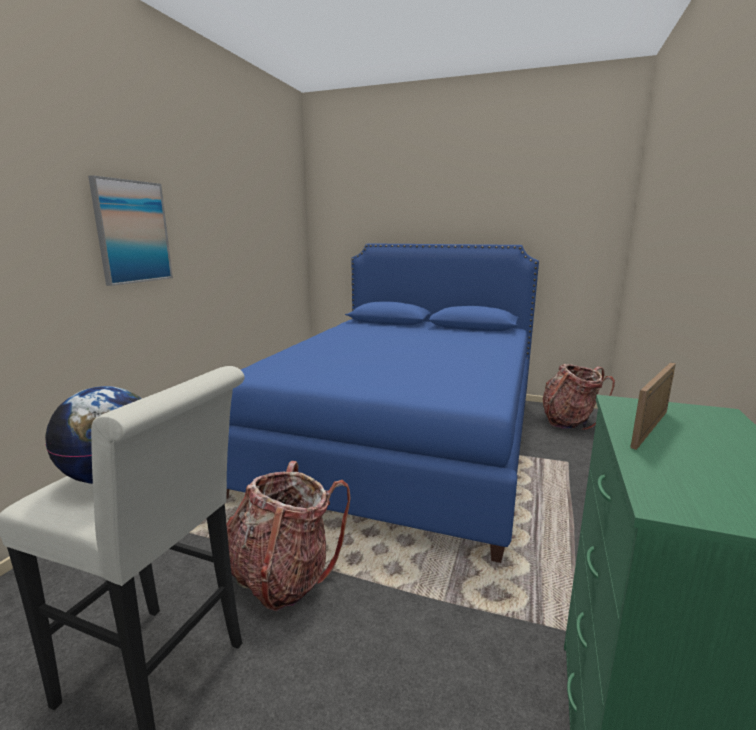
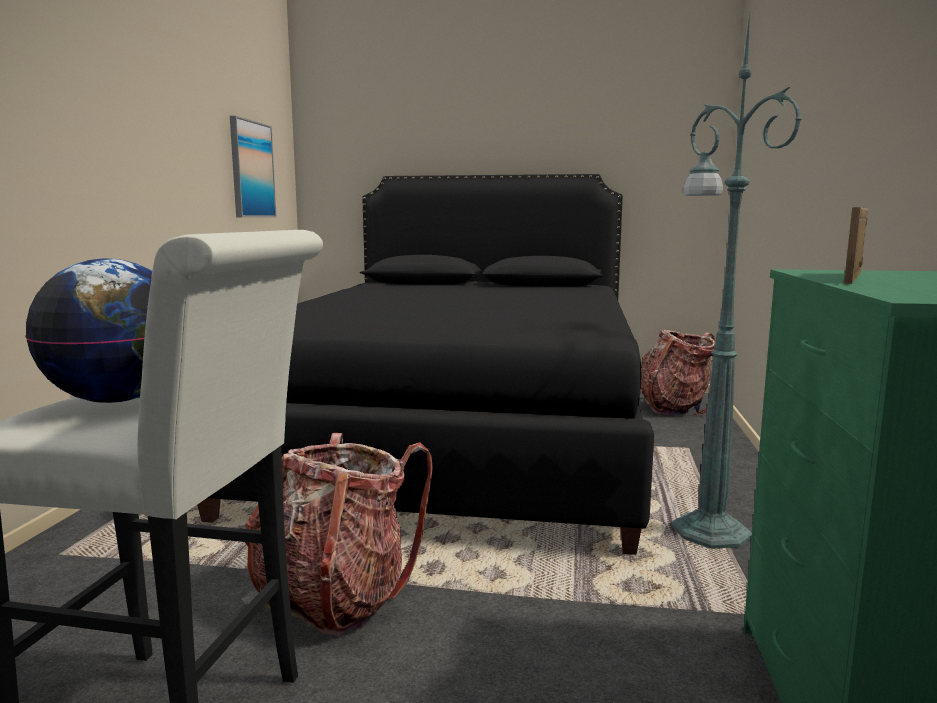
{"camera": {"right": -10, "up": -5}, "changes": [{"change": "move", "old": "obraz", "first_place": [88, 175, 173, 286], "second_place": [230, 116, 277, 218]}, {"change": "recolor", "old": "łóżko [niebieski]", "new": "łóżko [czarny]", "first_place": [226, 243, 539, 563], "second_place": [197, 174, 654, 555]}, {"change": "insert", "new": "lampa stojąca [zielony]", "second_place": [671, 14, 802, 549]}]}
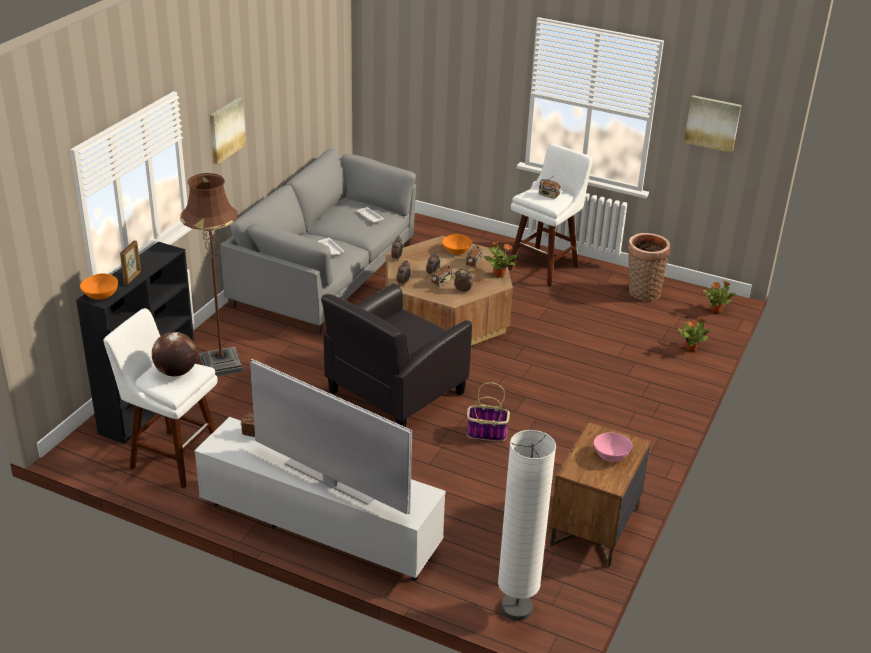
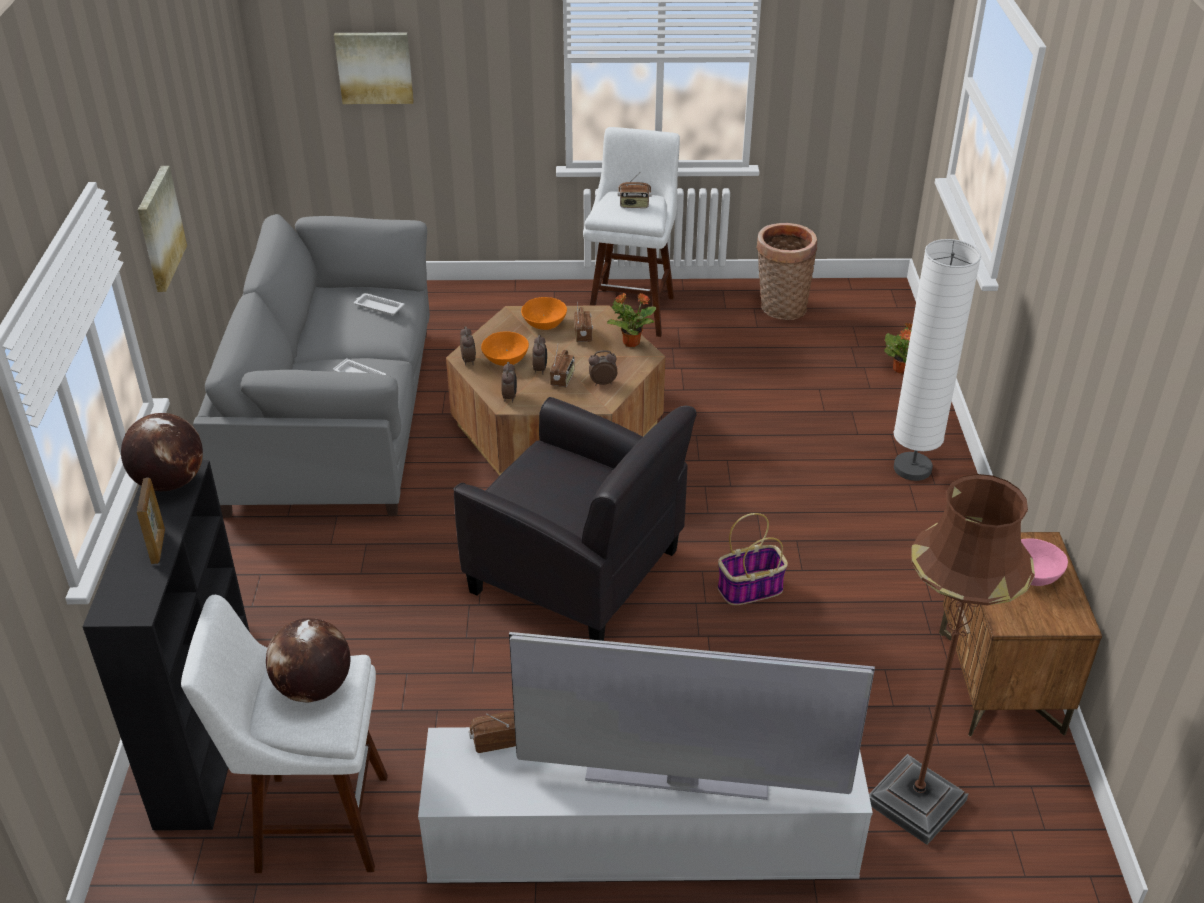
{"camera": {"right": -25, "up": 5}, "changes": [{"change": "move", "old": "miska [pomarańczowy]", "first_place": [80, 273, 118, 300], "second_place": [481, 331, 529, 366]}, {"change": "move", "old": "lampa stojąca [brązowy]", "first_place": [180, 173, 244, 377], "second_place": [869, 474, 1035, 845]}, {"change": "rotate", "old": "fotel [czarny]", "first_place": [321, 283, 472, 427], "second_place": [453, 397, 697, 641], "degrees": -75}, {"change": "move", "old": "lampa stojąca [biały]", "first_place": [498, 430, 556, 621], "second_place": [894, 239, 981, 481]}, {"change": "move", "old": "obraz", "first_place": [684, 95, 742, 153], "second_place": [334, 32, 414, 104]}, {"change": "delete", "old": "roślina doniczkowa", "first_place": [703, 281, 736, 313]}, {"change": "insert", "new": "globus", "second_place": [121, 413, 203, 491]}]}
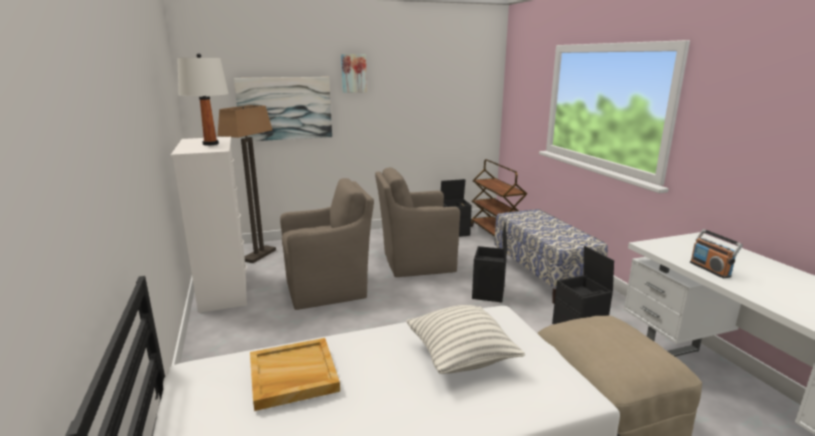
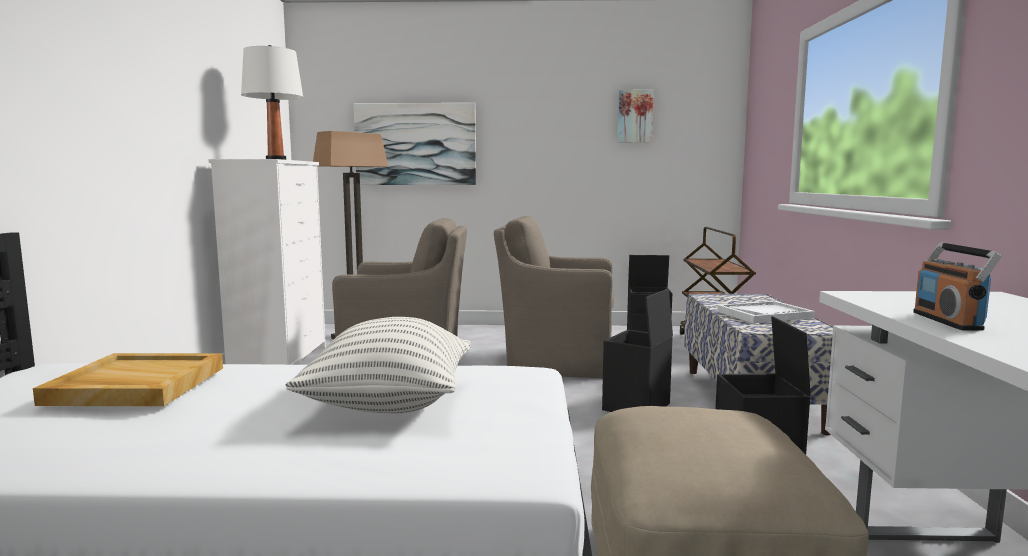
{"camera": {"right": 20, "up": -10}, "changes": [{"change": "move", "old": "obraz", "first_place": [341, 54, 367, 93], "second_place": [618, 90, 654, 142]}, {"change": "insert", "new": "taca [biały]", "second_place": [717, 301, 815, 323]}]}
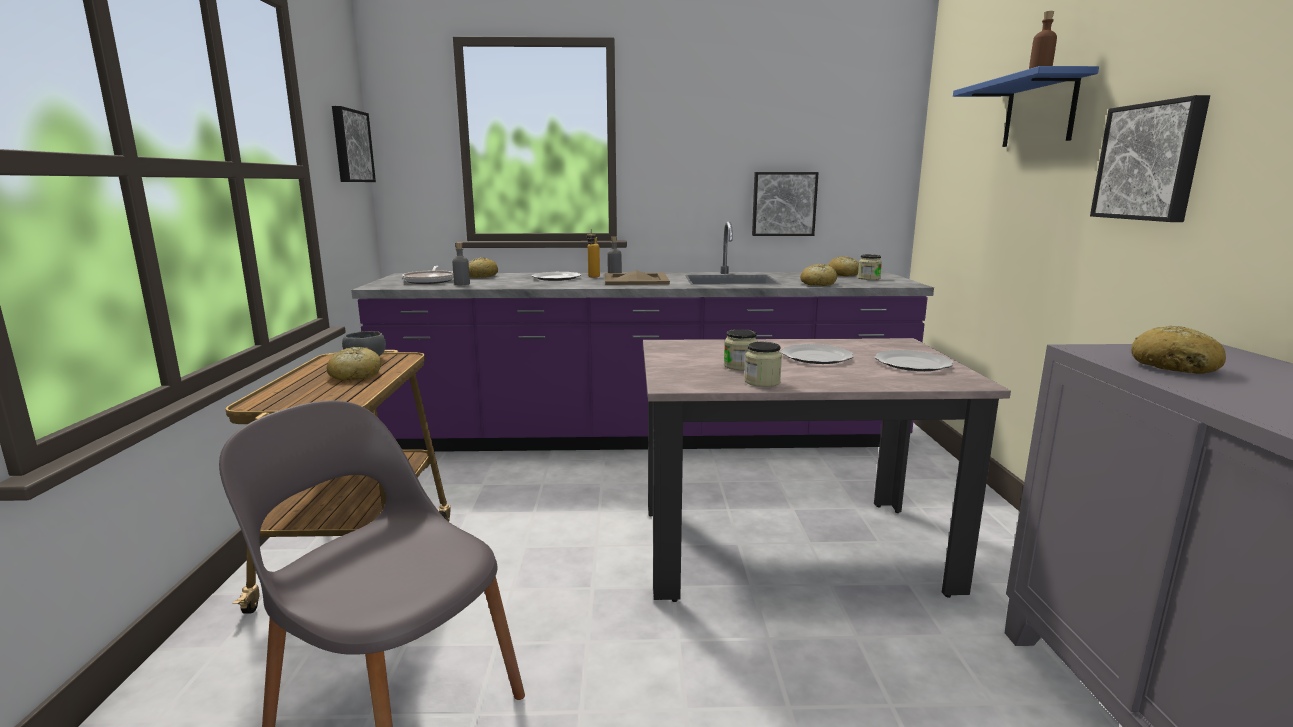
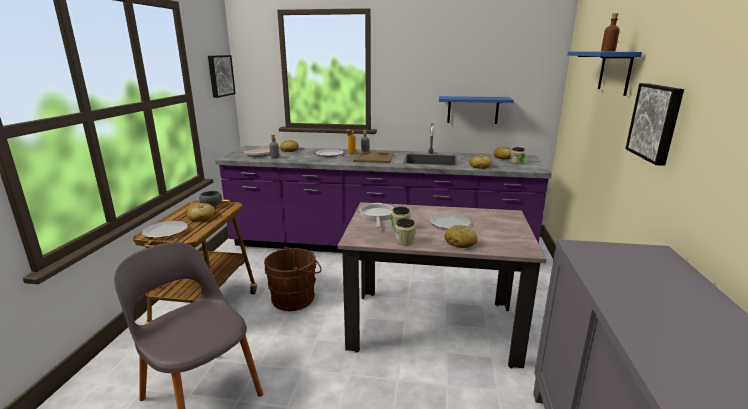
{"camera": {"right": 10, "up": 5}, "changes": [{"change": "replace", "old": "obraz", "new": "półka [niebieski]", "first_place": [752, 172, 819, 236], "second_place": [439, 96, 514, 124]}, {"change": "move", "old": "talerz", "first_place": [874, 350, 954, 371], "second_place": [142, 221, 188, 238]}, {"change": "move", "old": "chleb", "first_place": [1131, 326, 1226, 374], "second_place": [445, 225, 478, 248]}, {"change": "insert", "new": "wiadro [brązowy]", "second_place": [264, 246, 322, 311]}, {"change": "insert", "new": "patelnia", "second_place": [359, 203, 394, 229]}]}
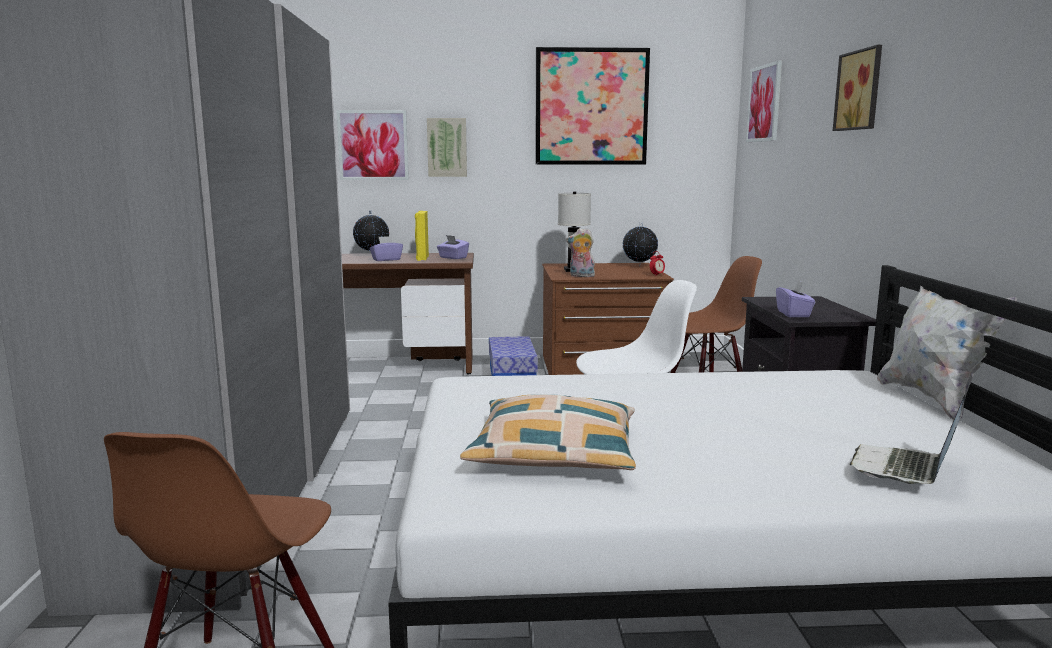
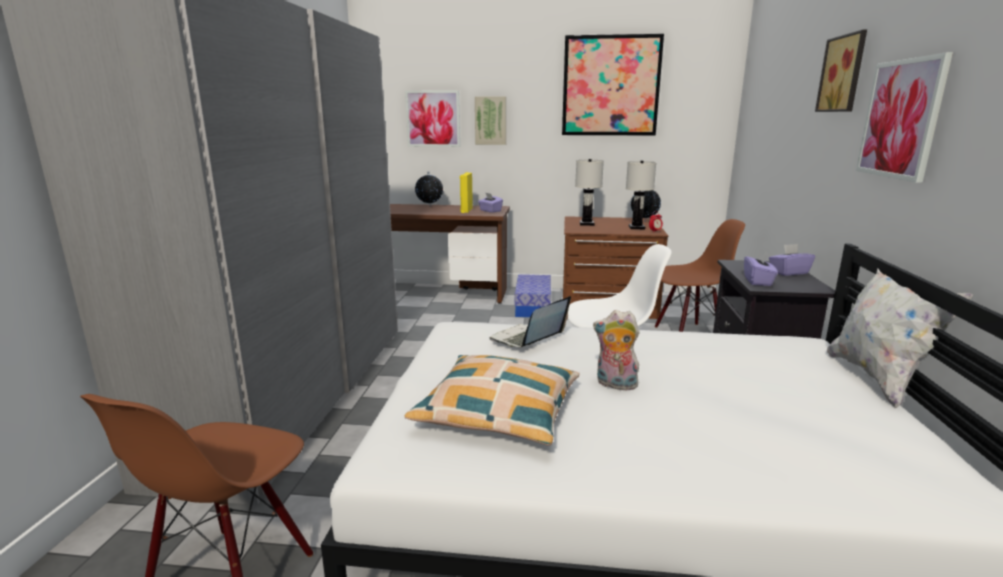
{"camera": {"right": 10, "up": 5}, "changes": [{"change": "move", "old": "pudełko chusteczek [fioletowy]", "first_place": [369, 236, 403, 261], "second_place": [769, 244, 815, 276]}, {"change": "move", "old": "pluszak", "first_place": [566, 228, 595, 277], "second_place": [593, 310, 640, 390]}, {"change": "move", "old": "obraz", "first_place": [746, 60, 782, 142], "second_place": [856, 52, 953, 183]}, {"change": "move", "old": "laptop", "first_place": [850, 395, 966, 484], "second_place": [490, 296, 571, 348]}, {"change": "insert", "new": "lampa stołowa [biały]", "second_place": [626, 160, 656, 229]}]}
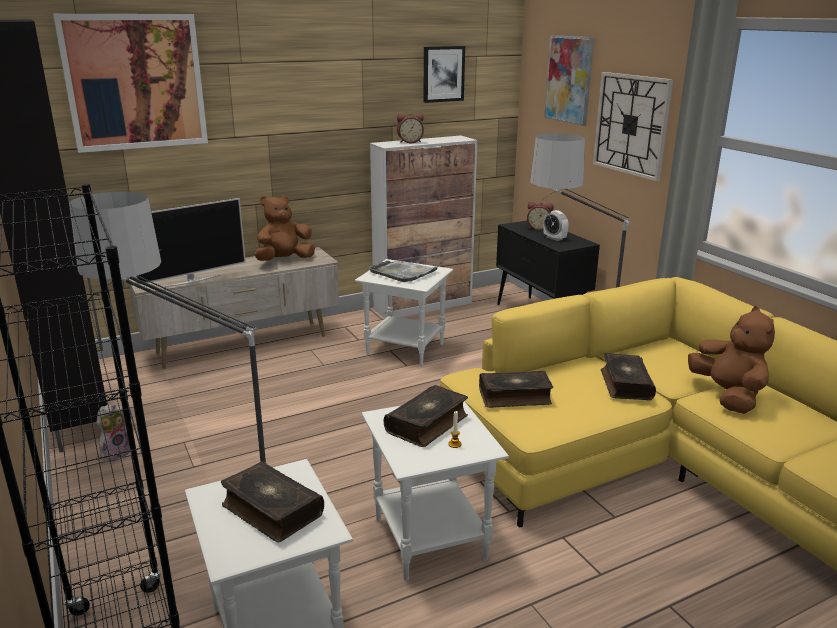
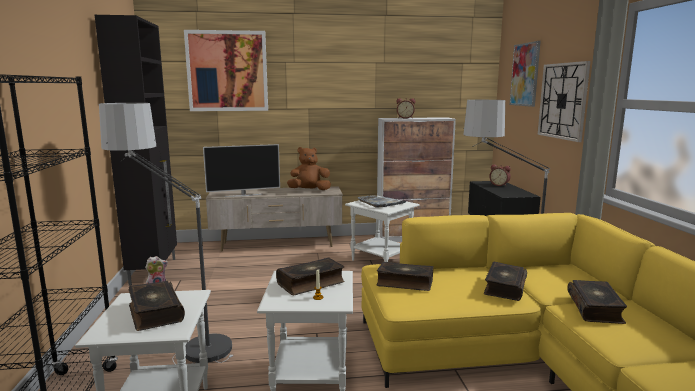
{"camera": {"right": 20, "up": -10}, "changes": [{"change": "delete", "old": "obraz", "first_place": [423, 46, 465, 103]}, {"change": "delete", "old": "budzik", "first_place": [543, 210, 568, 241]}, {"change": "replace", "old": "pluszak [brązowy]", "new": "książka", "first_place": [688, 306, 775, 414], "second_place": [567, 280, 627, 324]}]}
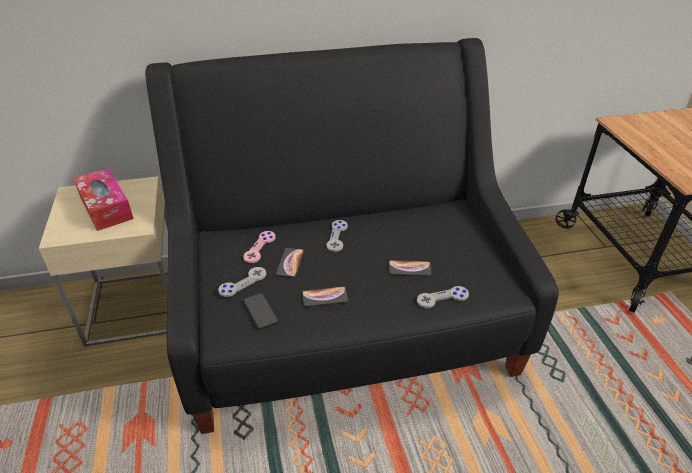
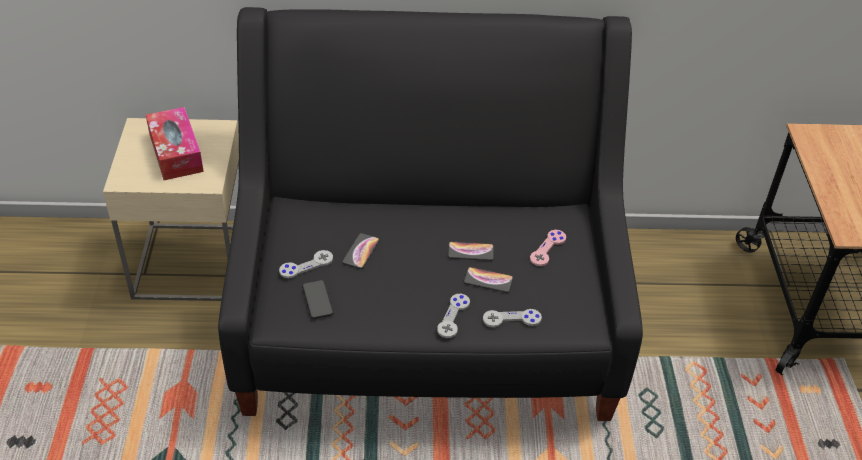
{"camera": {"right": 10, "up": 5}, "changes": [{"change": "move", "old": "pad do gier [różowy]", "first_place": [243, 231, 276, 263], "second_place": [530, 230, 566, 266]}, {"change": "move", "old": "telefon", "first_place": [302, 286, 348, 307], "second_place": [448, 242, 494, 261]}, {"change": "move", "old": "pad do gier [szary]", "first_place": [327, 220, 348, 252], "second_place": [437, 294, 470, 338]}]}
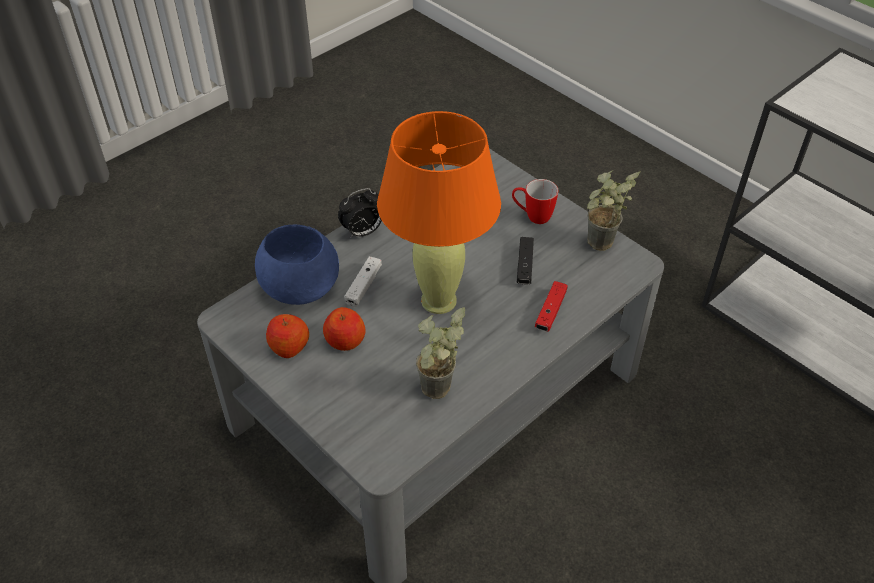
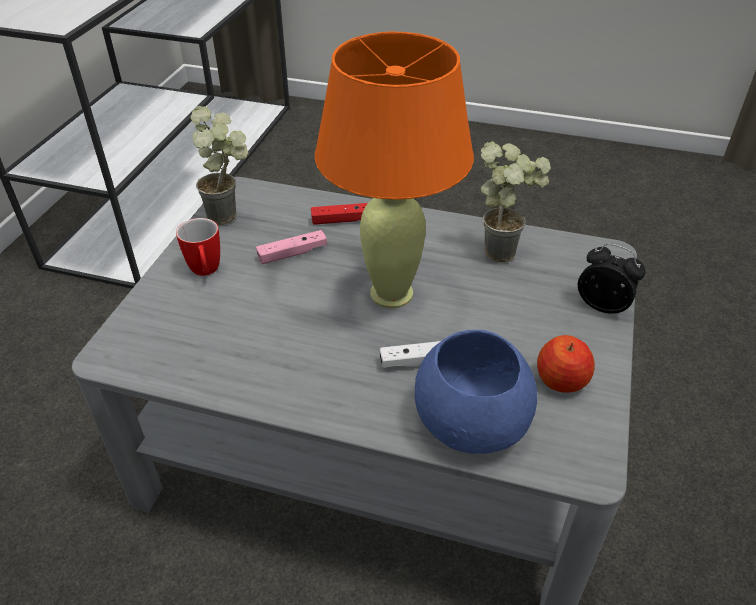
{"camera": {"right": -120, "up": -5}, "changes": [{"change": "delete", "old": "jabłko", "first_place": [323, 307, 366, 351]}, {"change": "move", "old": "budzik", "first_place": [338, 188, 382, 239], "second_place": [578, 243, 645, 314]}, {"change": "recolor", "old": "pad do gier [czarny]", "new": "pad do gier [różowy]", "first_place": [517, 237, 534, 284], "second_place": [256, 230, 327, 264]}]}
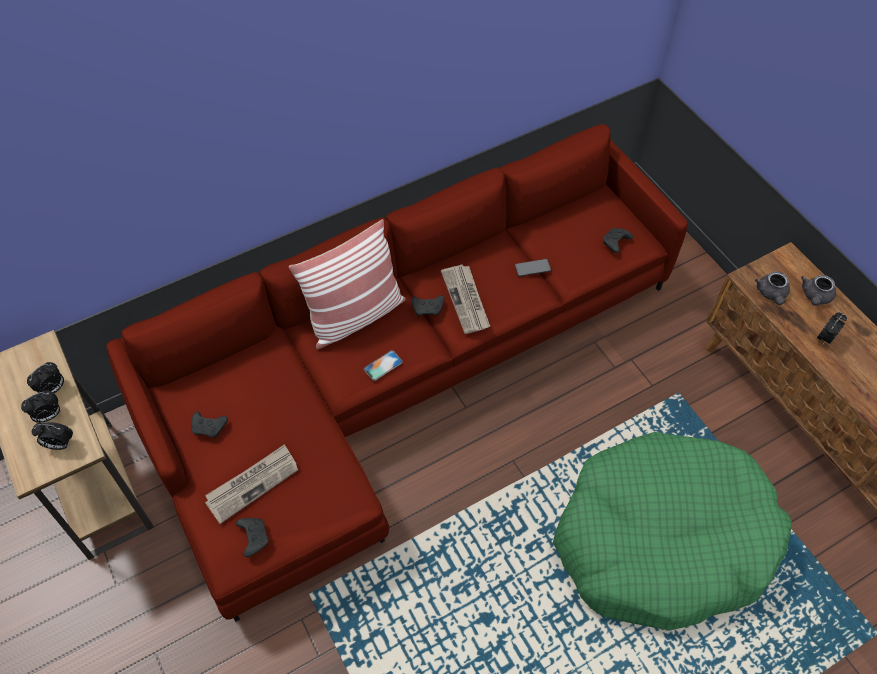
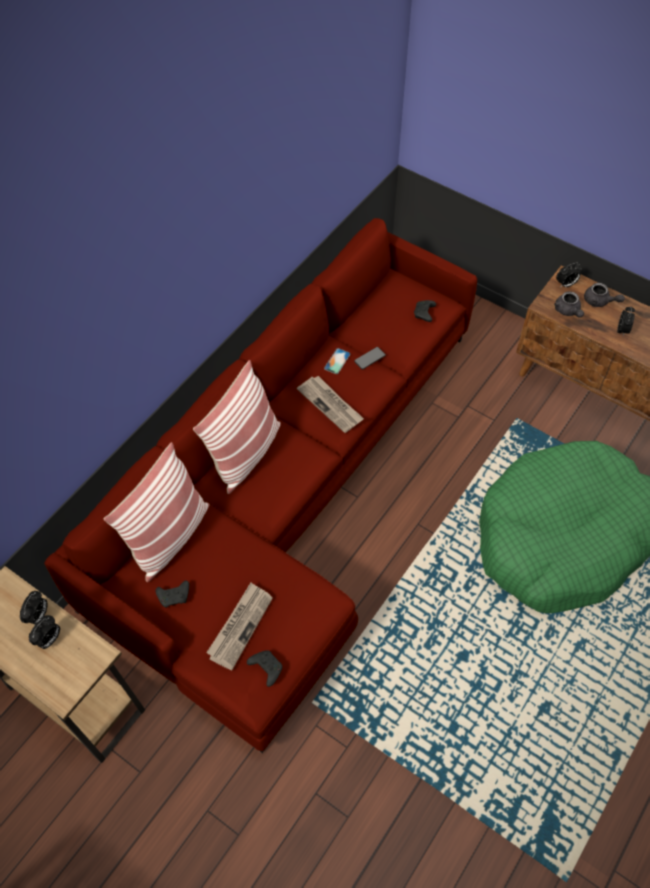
{"camera": {"right": -25, "up": 0}, "changes": [{"change": "move", "old": "budzik", "first_place": [32, 422, 73, 450], "second_place": [556, 263, 582, 287]}, {"change": "move", "old": "telefon", "first_place": [364, 350, 403, 381], "second_place": [324, 348, 350, 374]}, {"change": "delete", "old": "pad do gier [czarny]", "first_place": [411, 295, 445, 317]}, {"change": "rotate", "old": "imbryk [szary]", "first_place": [801, 275, 836, 306], "second_place": [584, 283, 625, 307], "degrees": -60}, {"change": "insert", "new": "poduszka", "second_place": [104, 442, 209, 582]}]}
